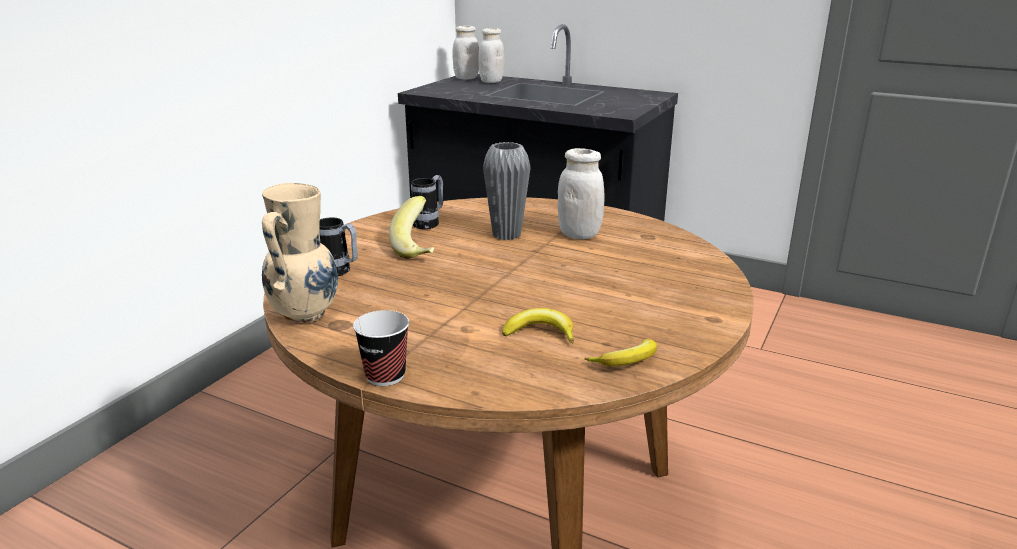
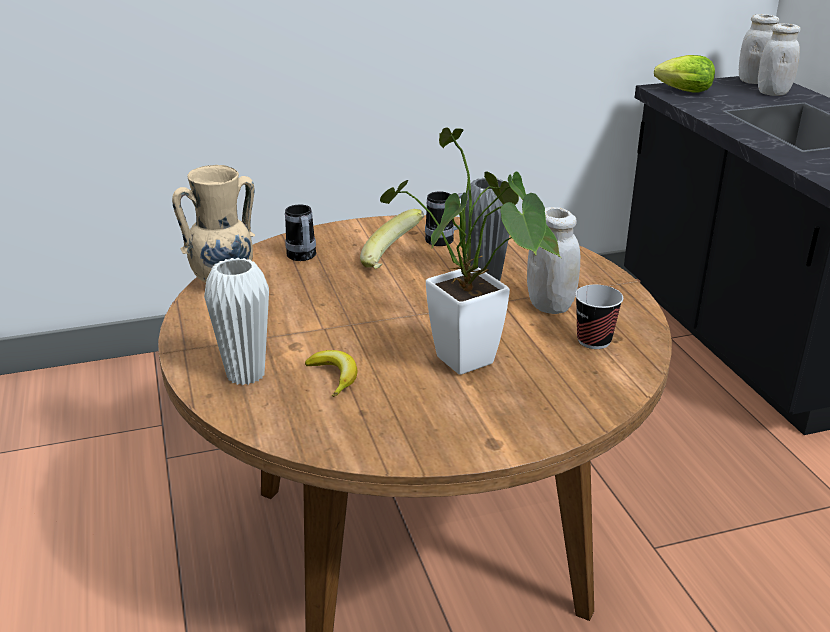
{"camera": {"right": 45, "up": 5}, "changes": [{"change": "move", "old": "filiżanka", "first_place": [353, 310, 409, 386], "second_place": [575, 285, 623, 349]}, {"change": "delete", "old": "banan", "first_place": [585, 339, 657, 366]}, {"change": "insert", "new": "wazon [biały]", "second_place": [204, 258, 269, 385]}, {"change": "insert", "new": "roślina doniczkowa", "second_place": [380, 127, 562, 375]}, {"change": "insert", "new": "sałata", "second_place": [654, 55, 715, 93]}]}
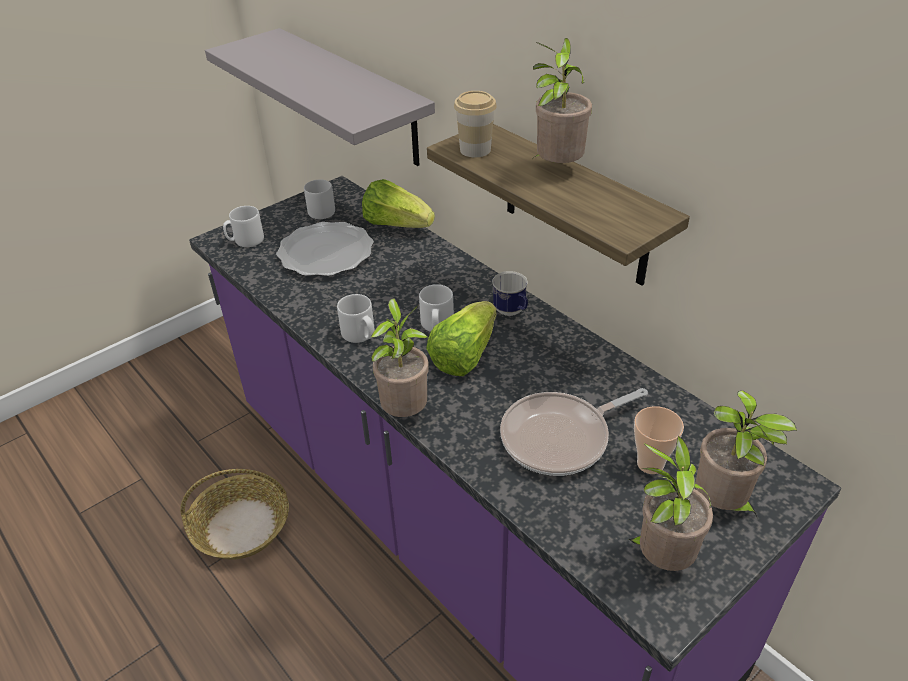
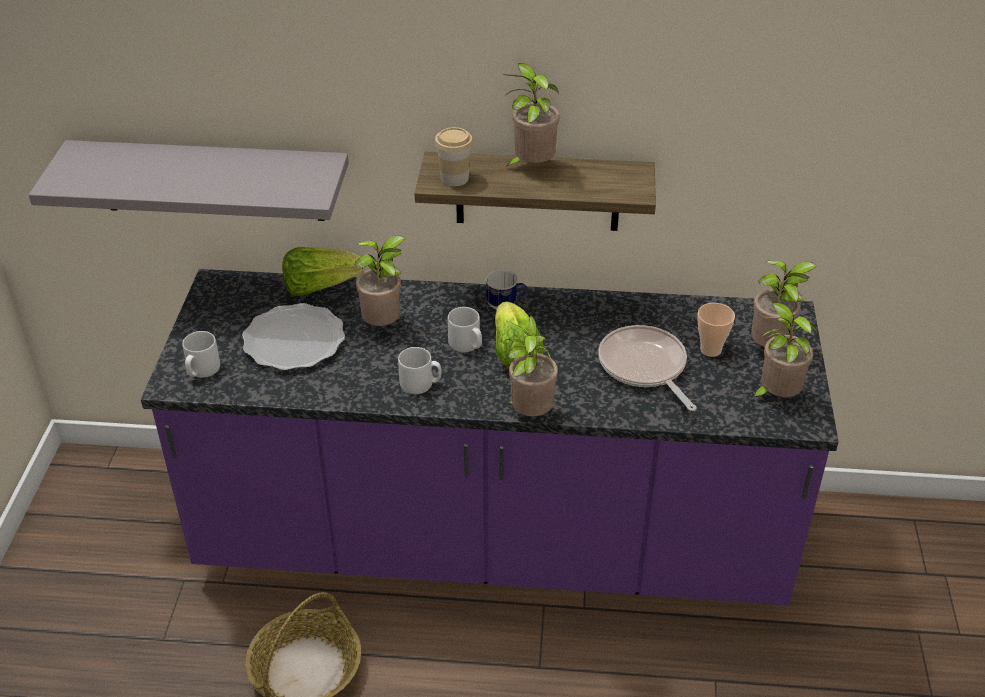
{"camera": {"right": -45, "up": 0}, "changes": [{"change": "delete", "old": "kubek [szary]", "first_place": [304, 180, 335, 219]}, {"change": "rotate", "old": "patelnia", "first_place": [500, 388, 648, 476], "second_place": [598, 325, 697, 411], "degrees": 135}, {"change": "insert", "new": "roślina doniczkowa", "second_place": [354, 236, 406, 326]}]}
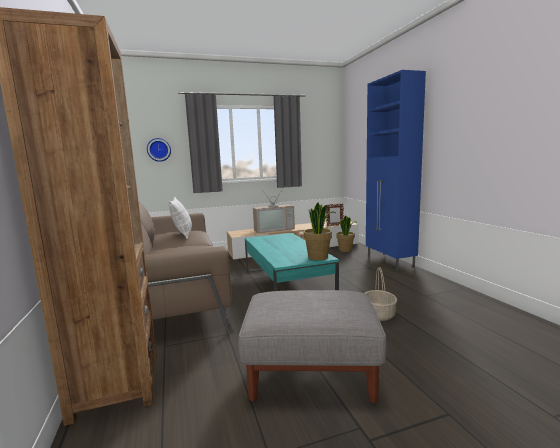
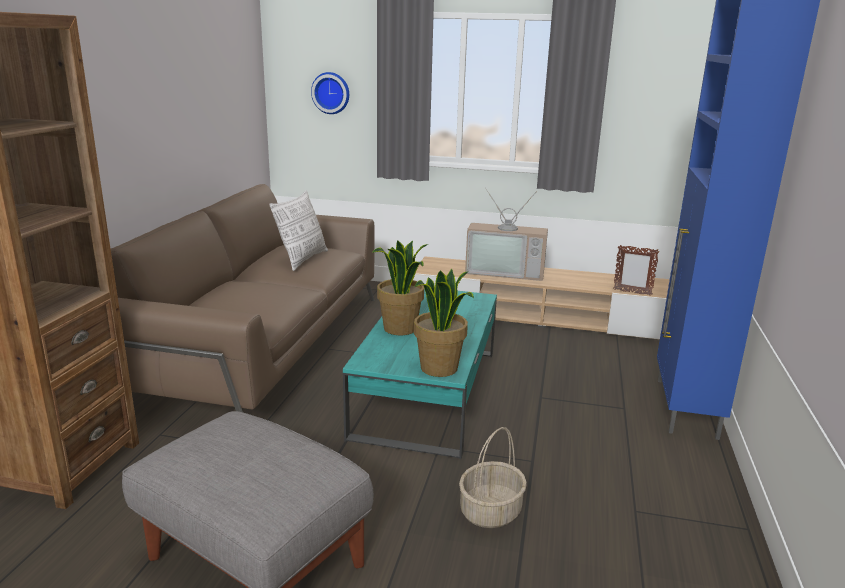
{"camera": {"right": 30, "up": 10}, "changes": [{"change": "move", "old": "roślina doniczkowa", "first_place": [336, 216, 358, 252], "second_place": [372, 240, 428, 335]}]}
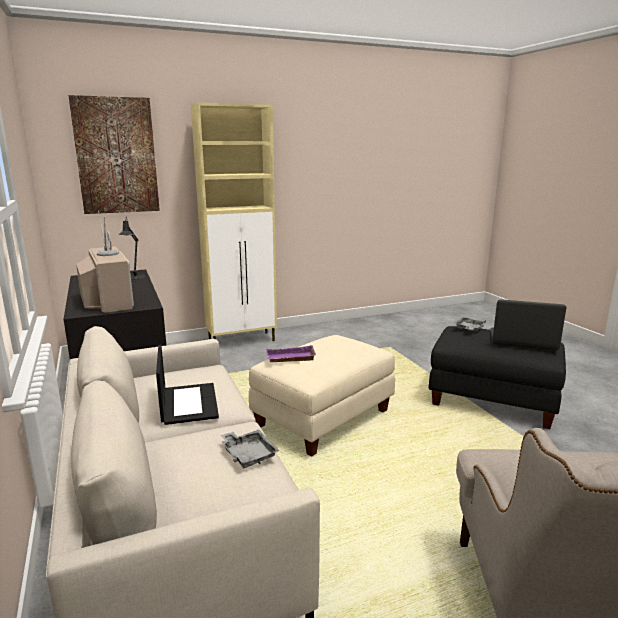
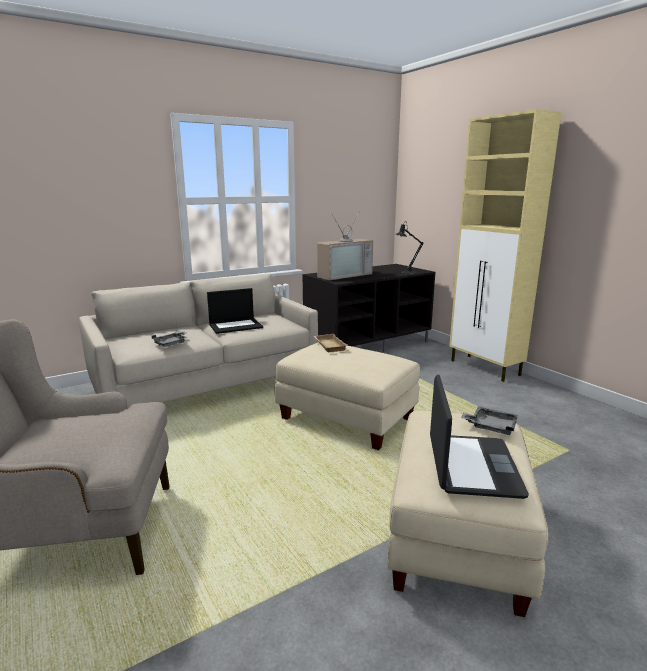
{"camera": {"right": 80, "up": 0}, "changes": [{"change": "delete", "old": "obraz", "first_place": [68, 95, 160, 214]}, {"change": "recolor", "old": "taca [fioletowy]", "new": "taca [beżowy]", "first_place": [266, 345, 316, 362], "second_place": [313, 334, 348, 352]}, {"change": "recolor", "old": "pufa [czarny]", "new": "pufa [beżowy]", "first_place": [429, 326, 566, 429], "second_place": [387, 411, 548, 617]}]}
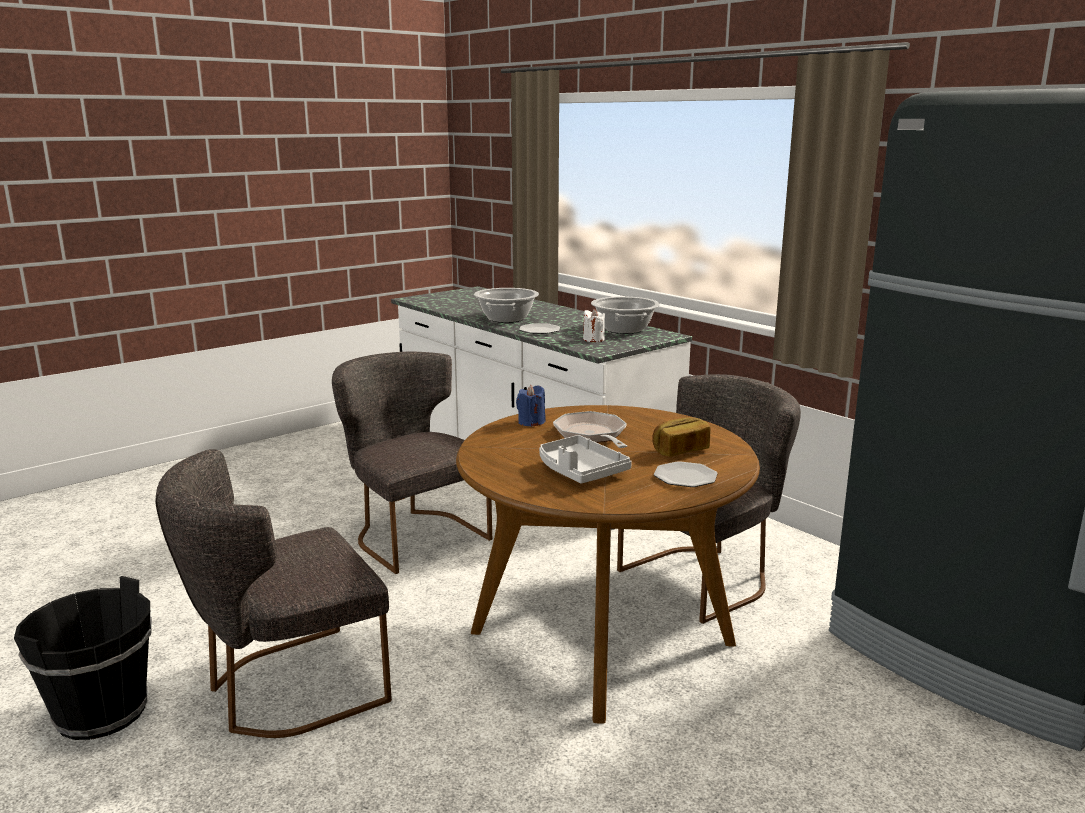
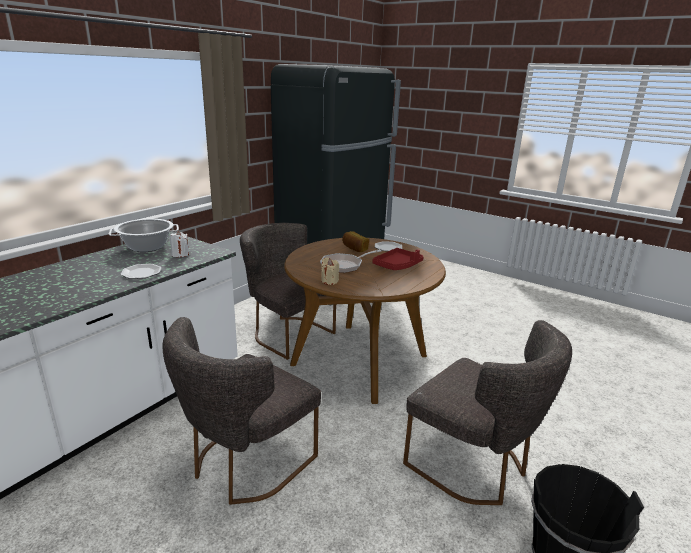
{"camera": {"right": -105, "up": 5}, "changes": [{"change": "delete", "old": "garnek", "first_place": [474, 288, 539, 323]}, {"change": "recolor", "old": "świeca [niebieski]", "new": "świeca [beżowy]", "first_place": [516, 385, 546, 427], "second_place": [321, 258, 339, 285]}, {"change": "recolor", "old": "taca [szary]", "new": "taca [czerwony]", "first_place": [539, 435, 632, 484], "second_place": [373, 248, 423, 270]}]}
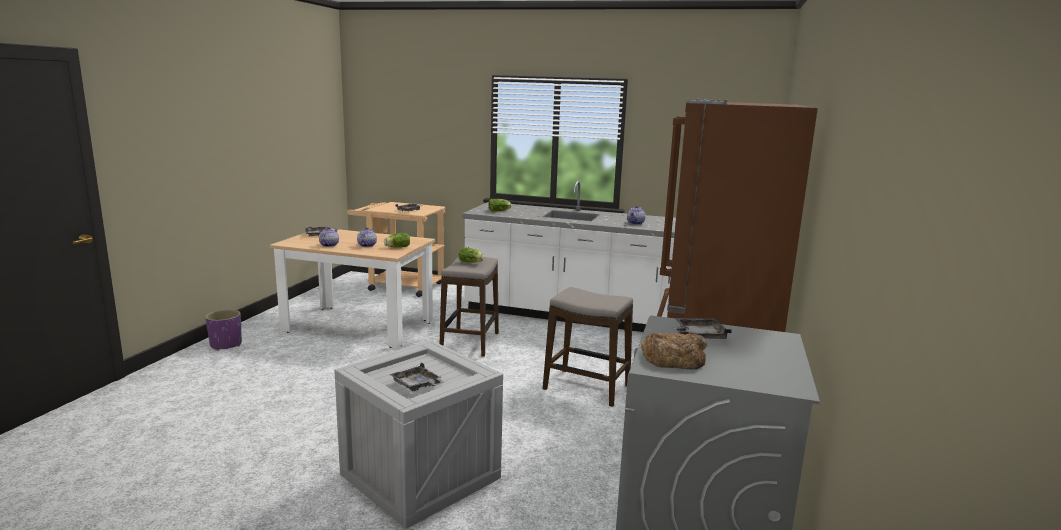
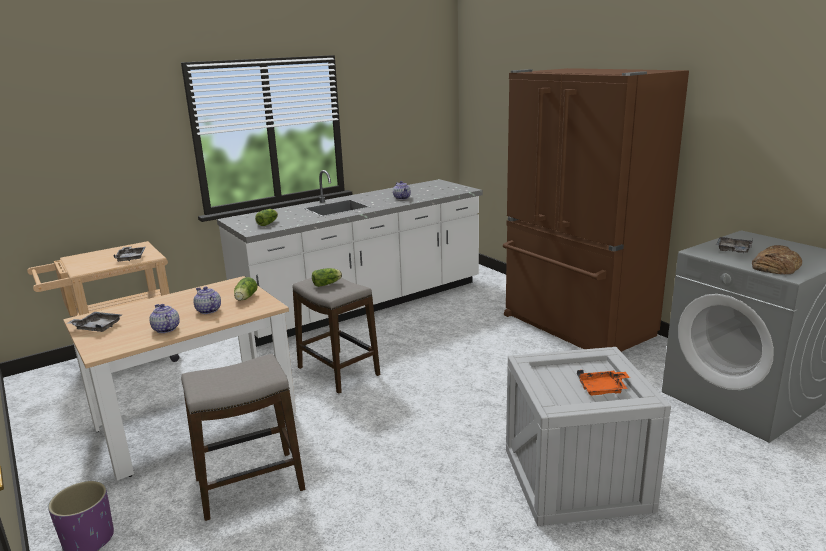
{"camera": {"right": -50, "up": 5}, "changes": [{"change": "recolor", "old": "taca [szary]", "new": "taca [pomarańczowy]", "first_place": [389, 363, 444, 391], "second_place": [577, 370, 630, 395]}, {"change": "move", "old": "stołek", "first_place": [543, 287, 633, 407], "second_place": [181, 354, 305, 521]}]}
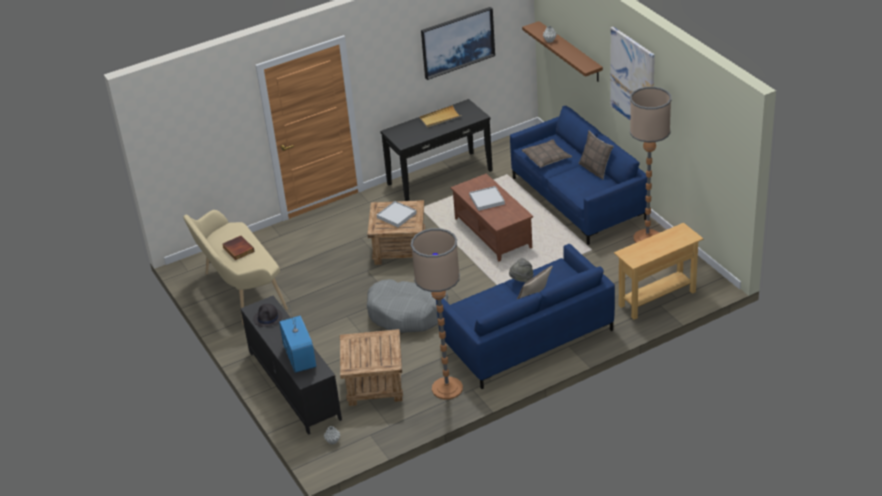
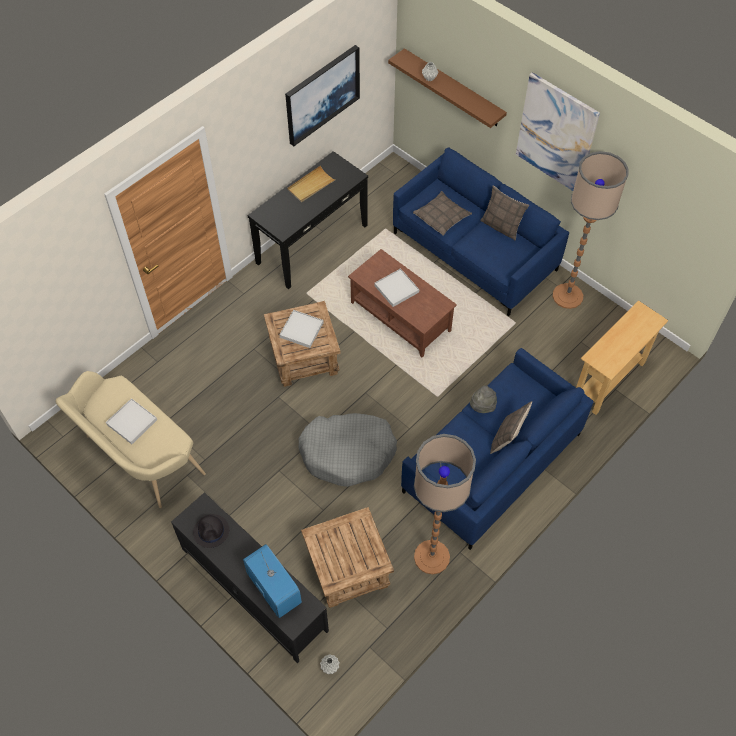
{"camera": {"right": -20, "up": 20}, "changes": [{"change": "replace", "old": "książka", "new": "taca [biały]", "first_place": [222, 236, 254, 260], "second_place": [106, 398, 157, 444]}]}
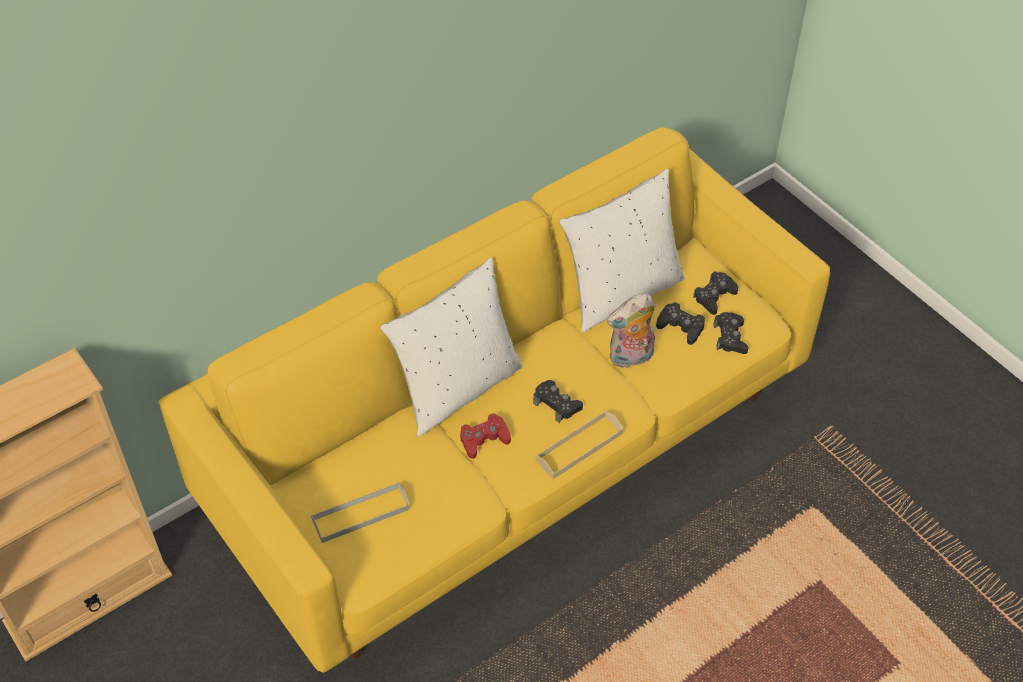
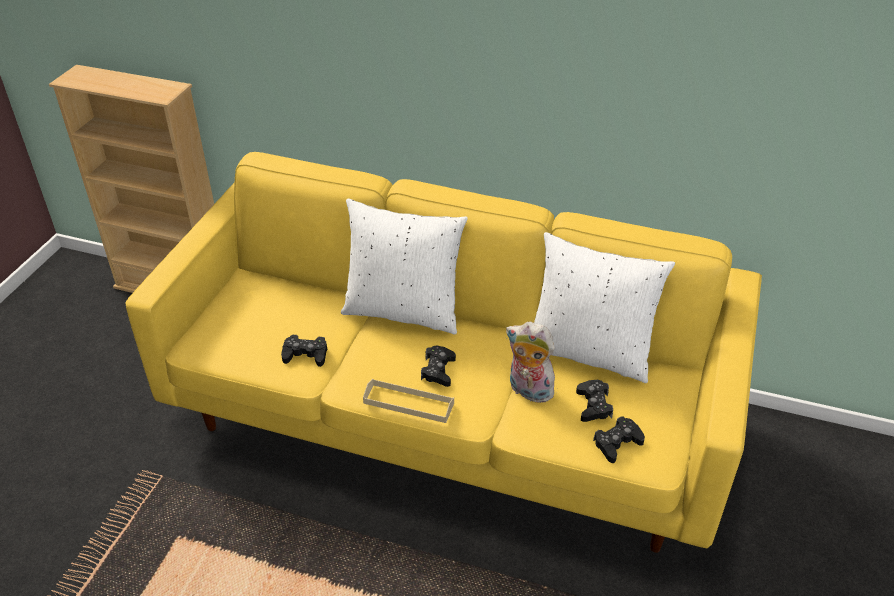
{"camera": {"right": 55, "up": -10}, "changes": [{"change": "delete", "old": "taca [szary]", "first_place": [311, 482, 410, 543]}, {"change": "delete", "old": "pad do gier [czerwony]", "first_place": [460, 413, 511, 459]}, {"change": "move", "old": "pad do gier [czarny]", "first_place": [693, 271, 738, 315], "second_place": [281, 335, 327, 367]}]}
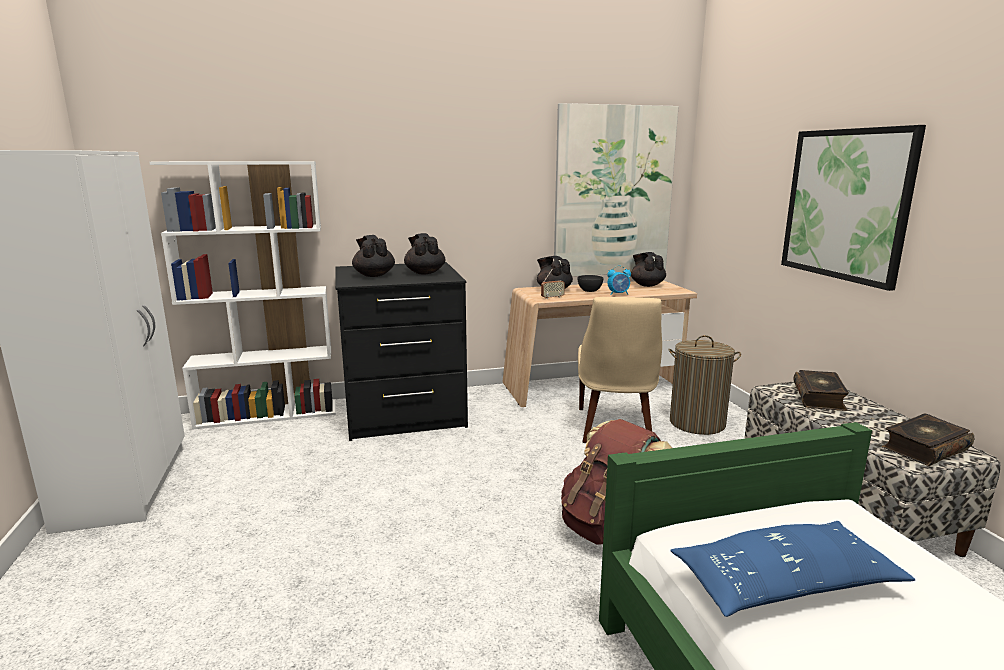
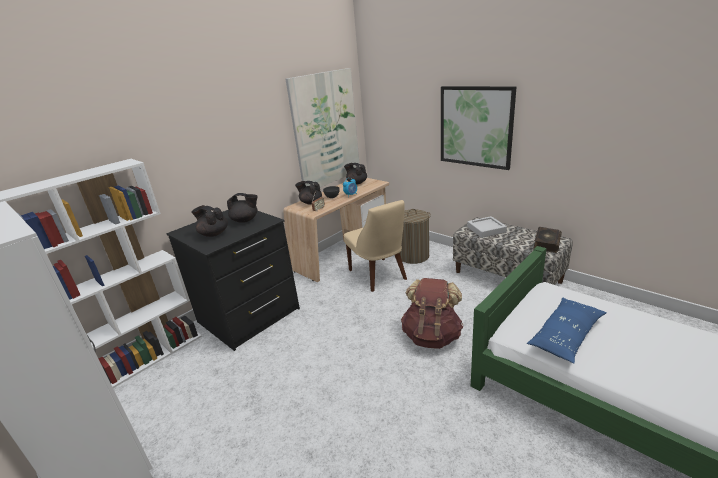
{"camera": {"right": -30, "up": 10}, "changes": [{"change": "rotate", "old": "imbryk [czarny]", "first_place": [404, 233, 446, 275], "second_place": [227, 193, 258, 223], "degrees": 150}, {"change": "replace", "old": "książka", "new": "taca [szary]", "first_place": [793, 370, 849, 411], "second_place": [467, 216, 507, 238]}]}
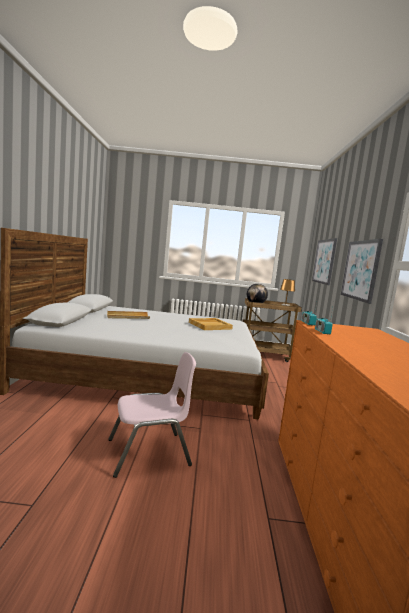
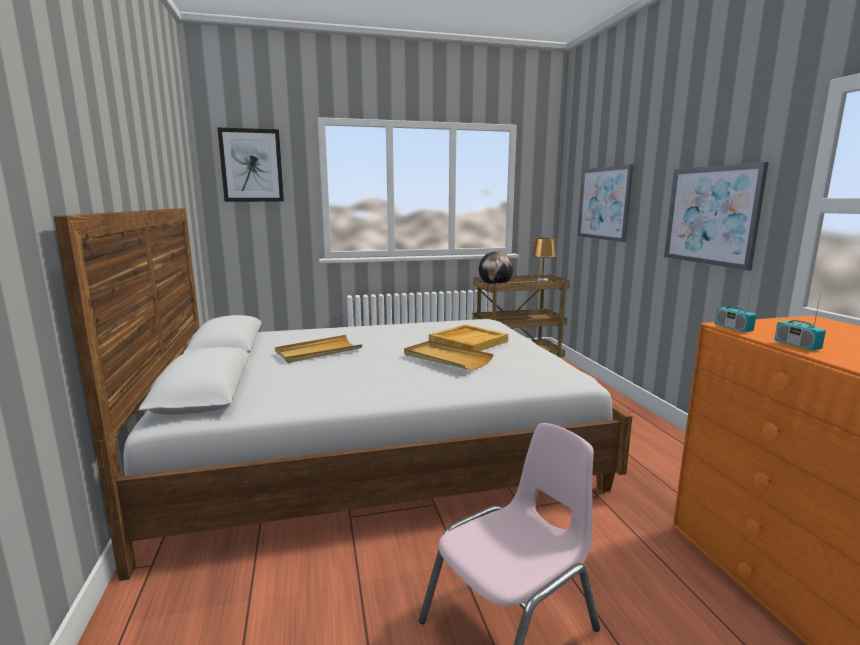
{"camera": {"right": -15, "up": 5}, "changes": [{"change": "insert", "new": "obraz", "second_place": [218, 128, 284, 202]}, {"change": "insert", "new": "taca [beżowy]", "second_place": [404, 341, 494, 370]}]}
